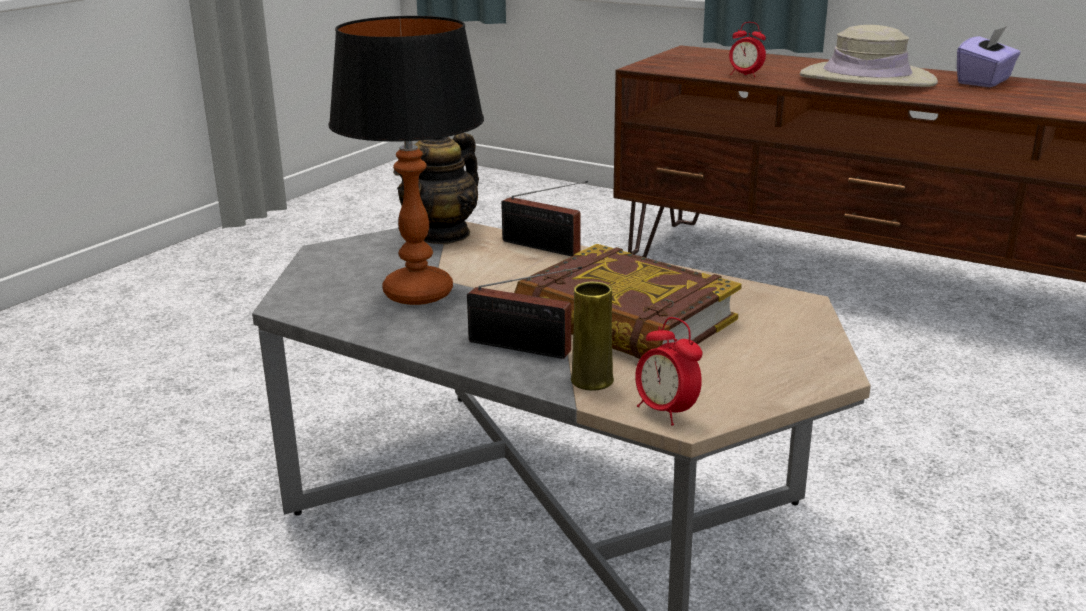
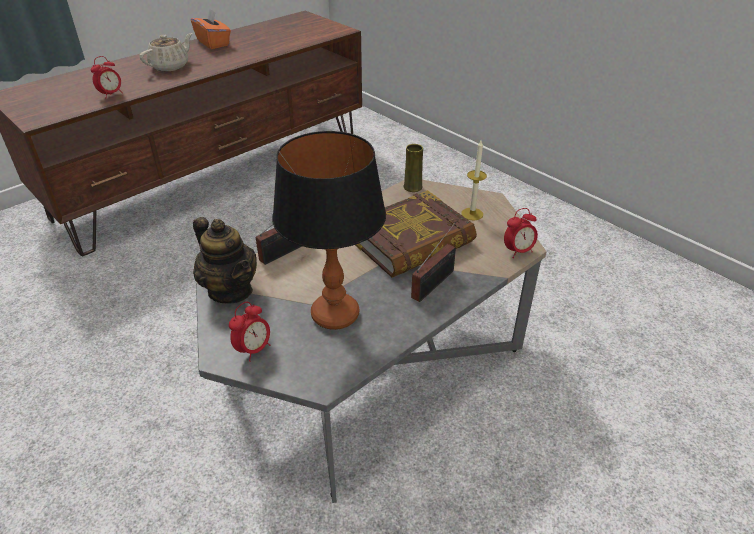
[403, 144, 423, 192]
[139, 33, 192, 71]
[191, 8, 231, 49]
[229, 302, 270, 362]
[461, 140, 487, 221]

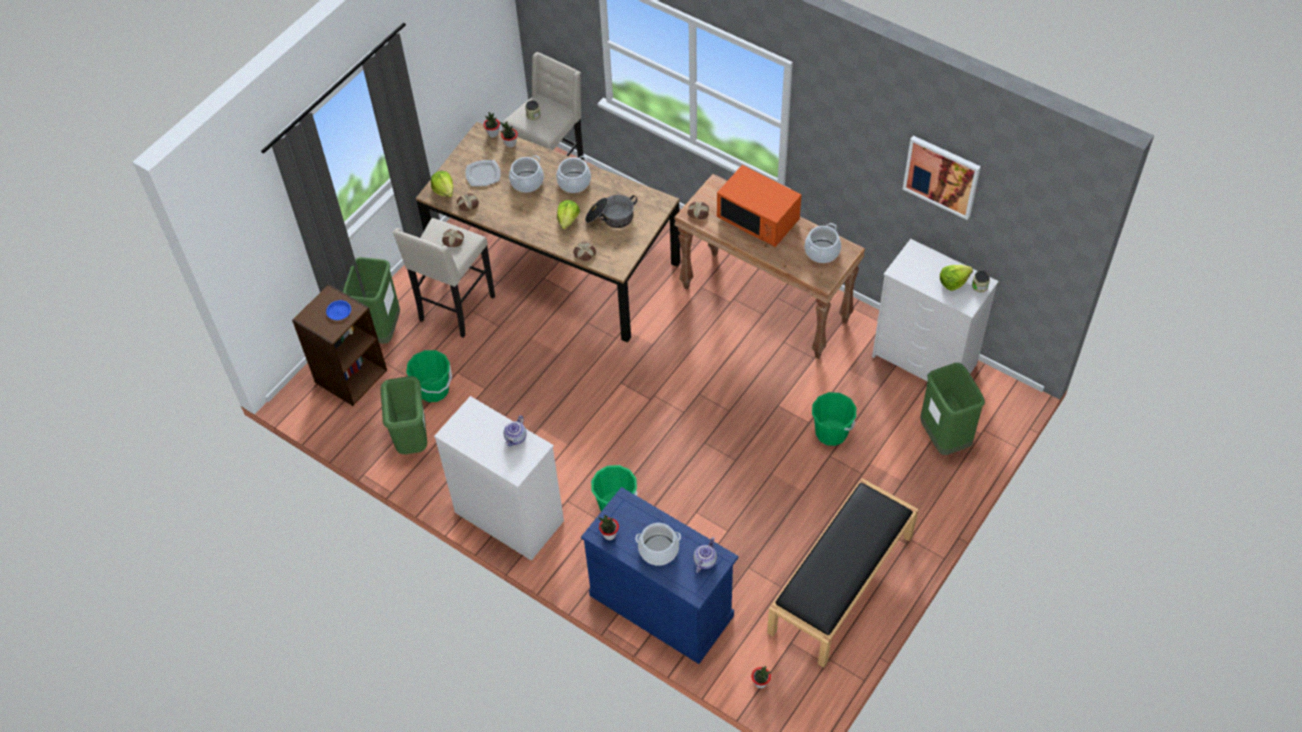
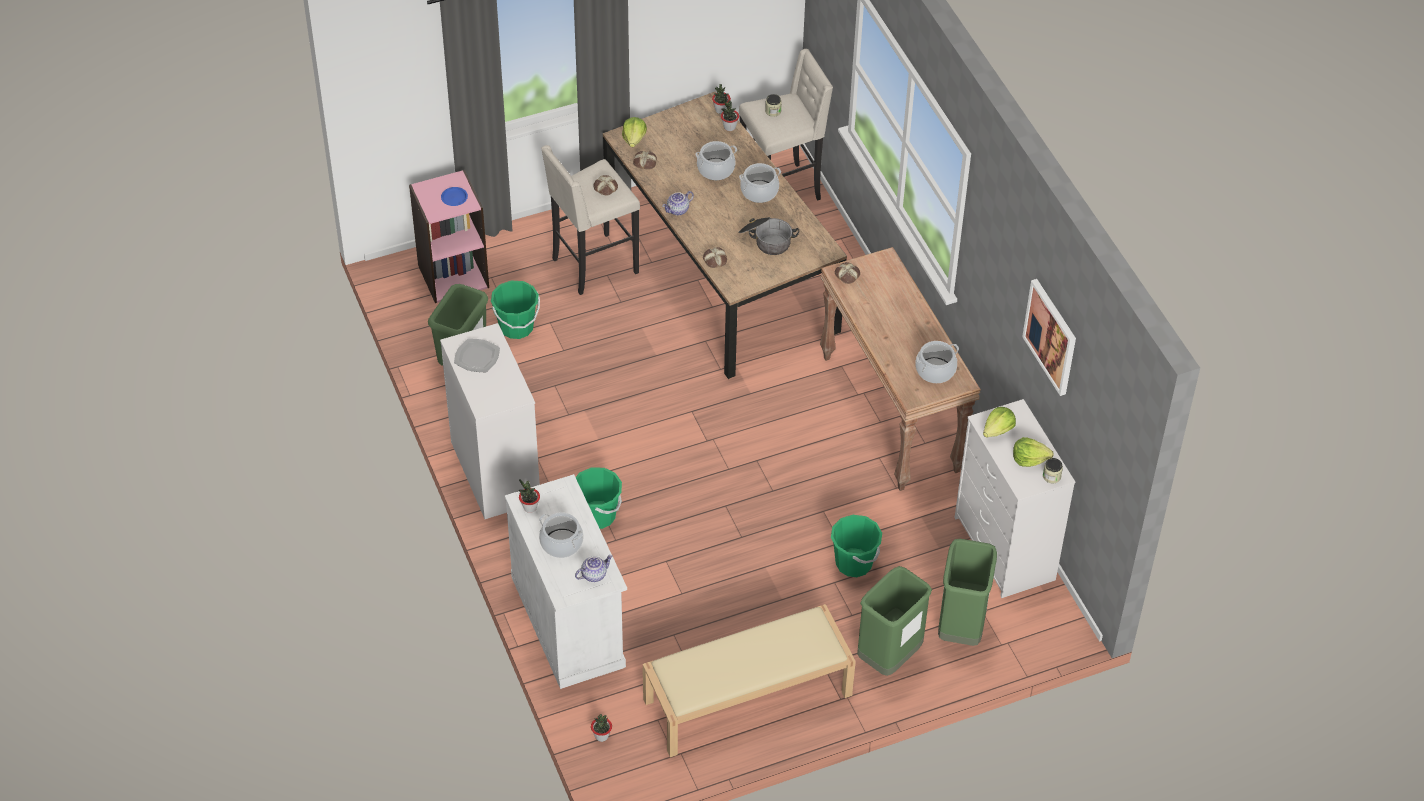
[409, 170, 489, 303]
[857, 566, 932, 676]
[454, 338, 500, 372]
[662, 191, 694, 215]
[983, 407, 1016, 438]
[505, 474, 627, 689]
[717, 165, 801, 247] (first image)
[643, 604, 856, 757]

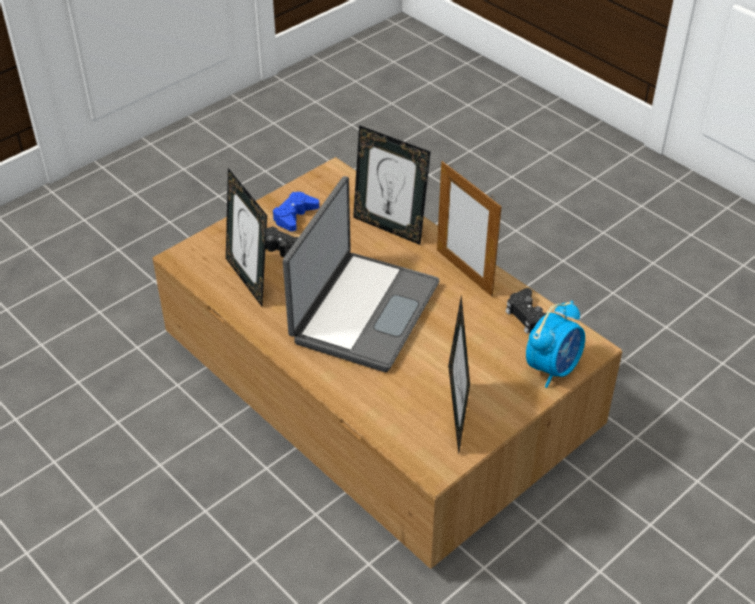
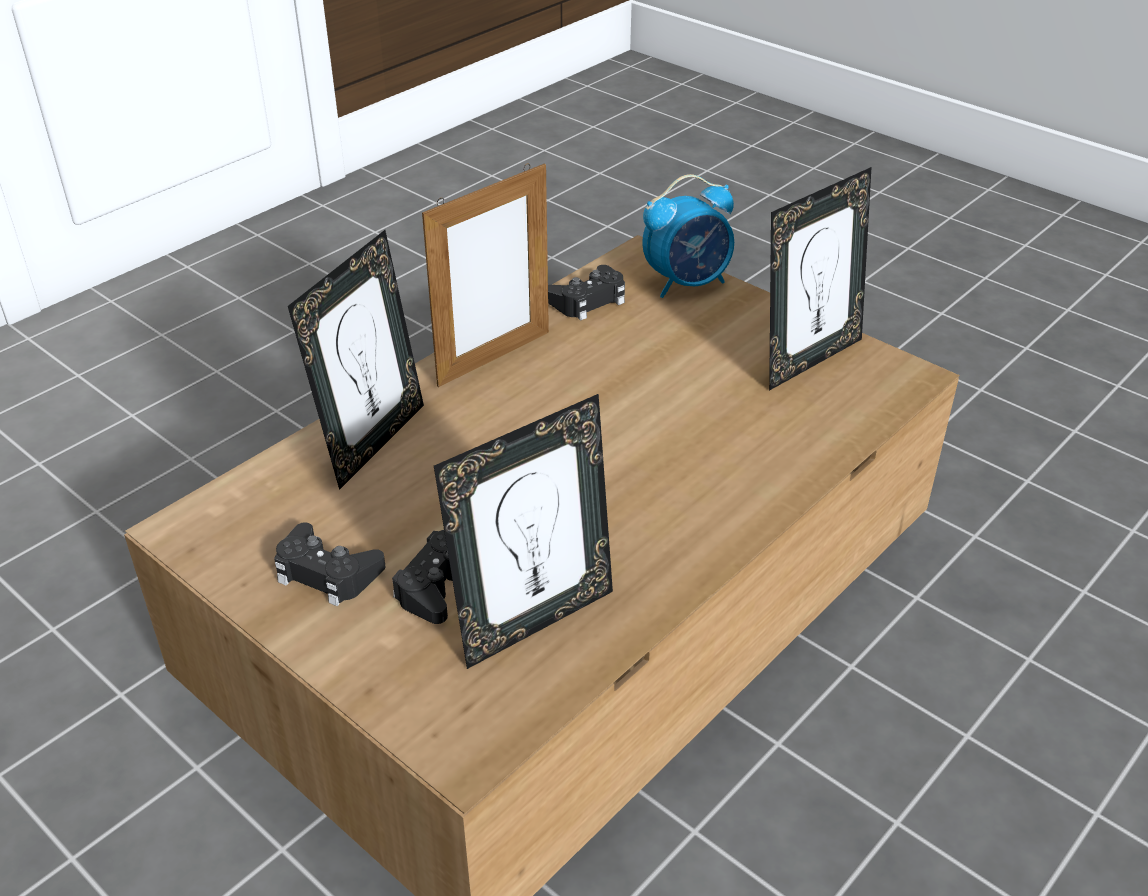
[274, 522, 385, 606]
[283, 176, 439, 372] (first image)
[769, 167, 872, 391]
[642, 174, 734, 298]

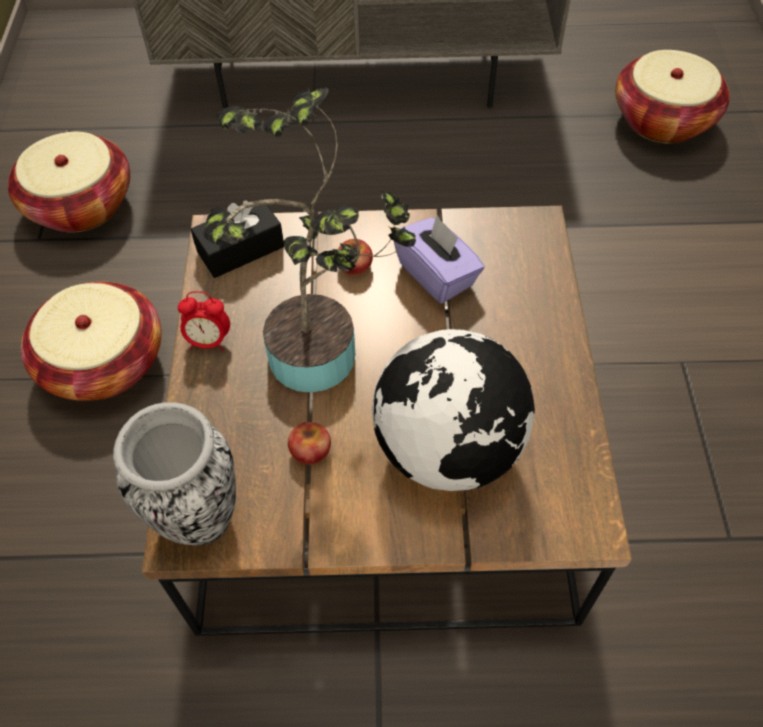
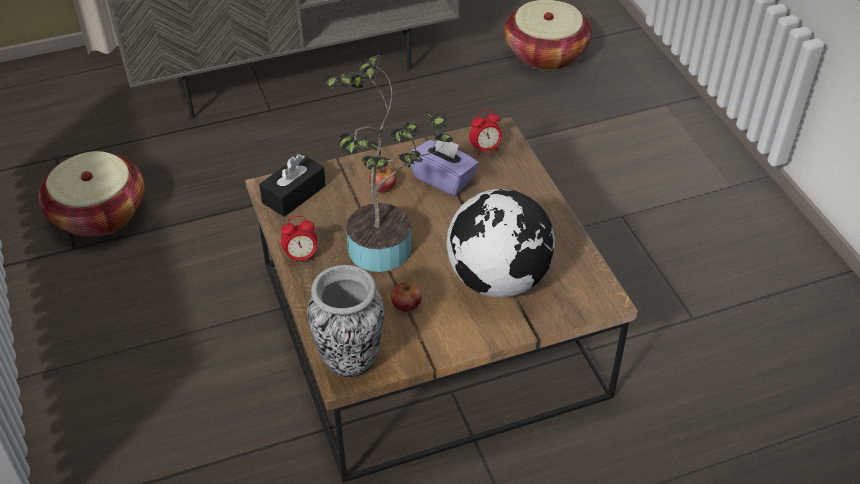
[21, 282, 162, 401] (first image)
[469, 109, 502, 156]

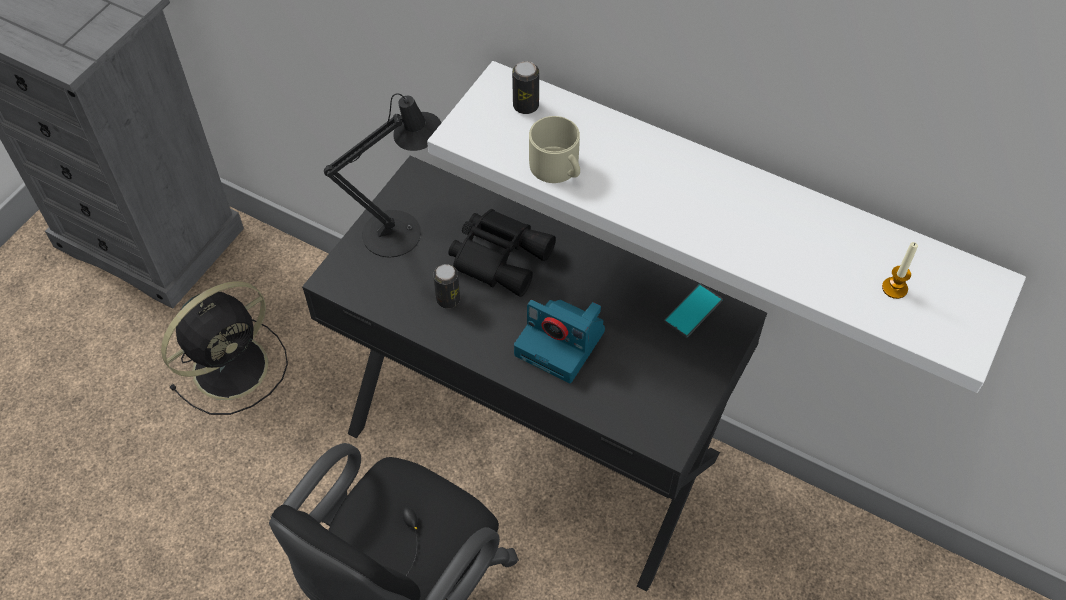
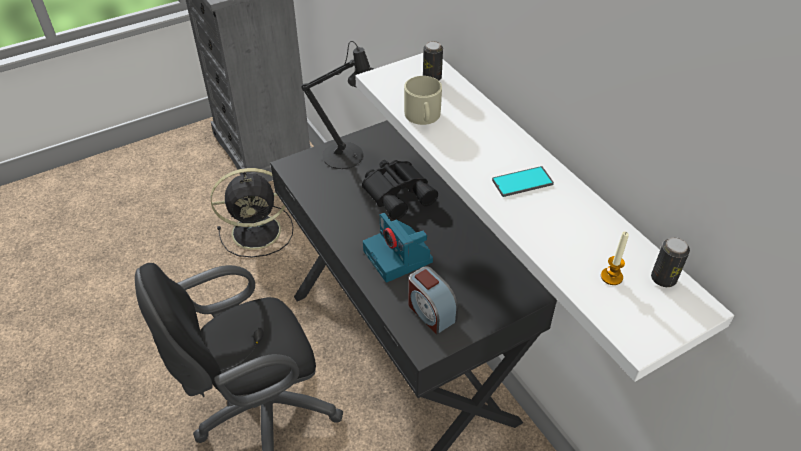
[651, 237, 690, 287]
[492, 166, 554, 197]
[409, 266, 458, 334]

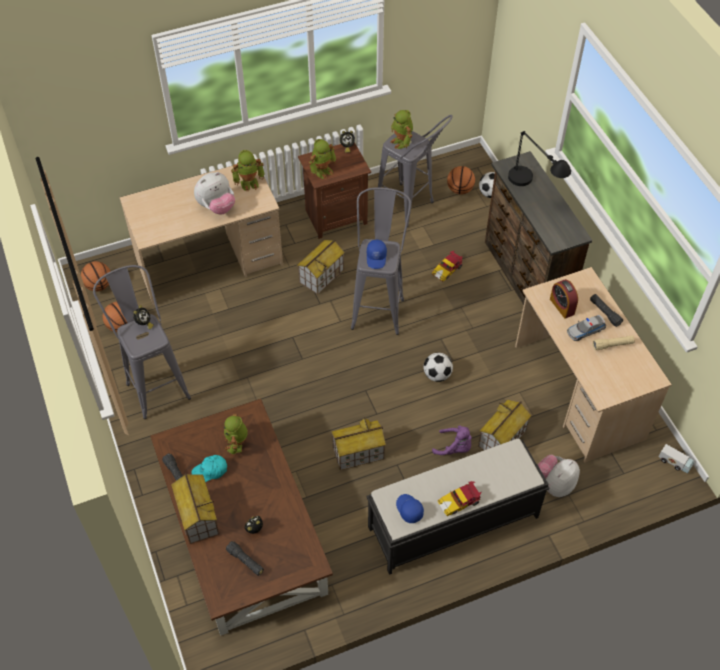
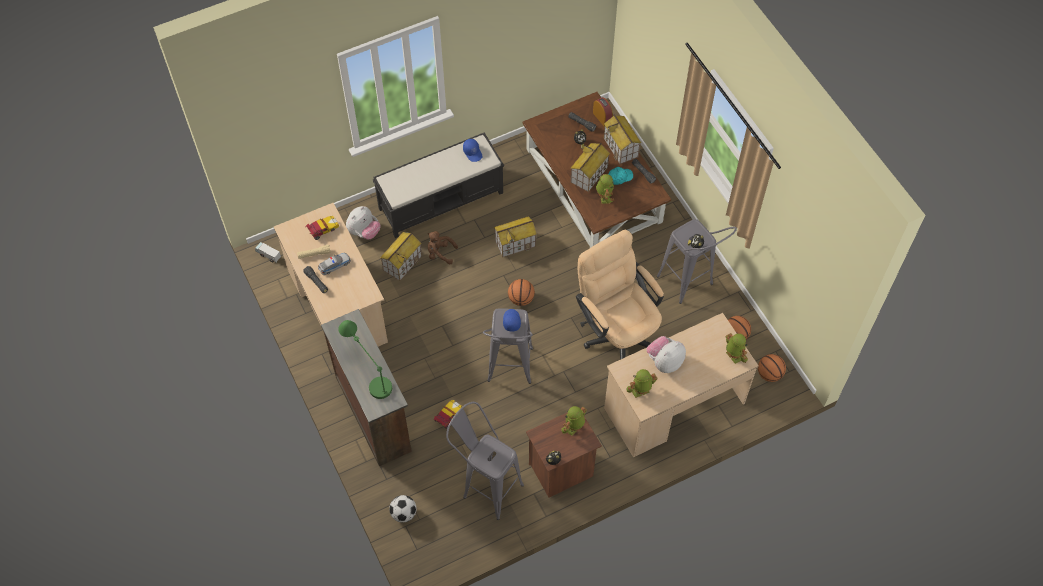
[570, 143, 610, 192]
[725, 333, 748, 364]
[424, 353, 453, 382] (first image)
[428, 231, 458, 265]
[306, 216, 339, 240]
[508, 279, 535, 306]
[338, 320, 392, 399]
[593, 97, 613, 127]
[576, 230, 664, 360]

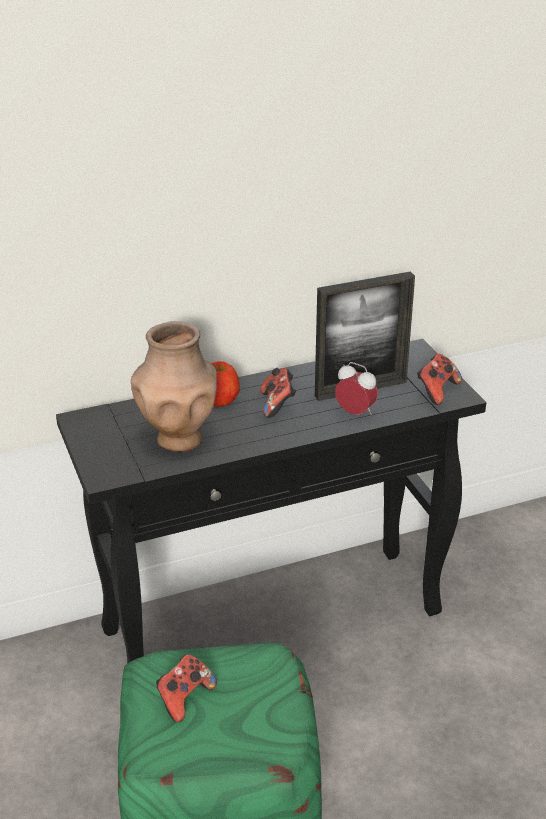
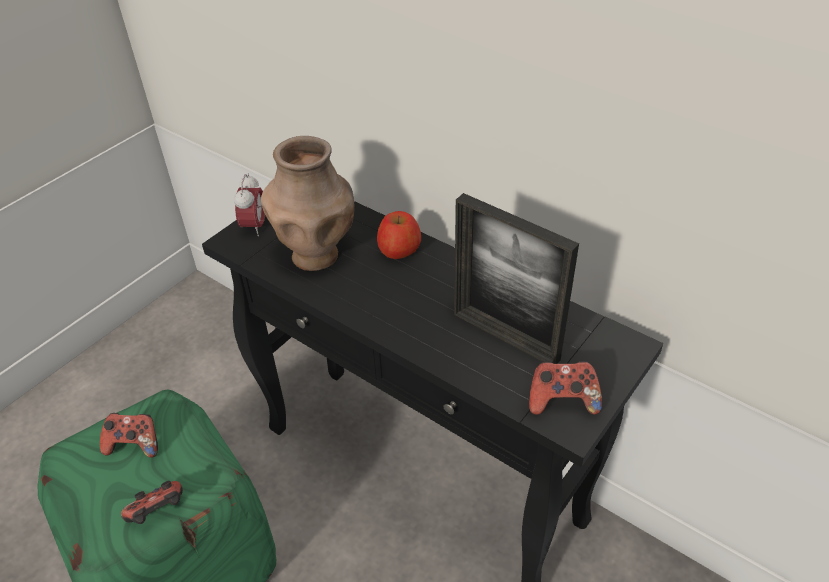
[121, 481, 183, 524]
[234, 174, 265, 236]

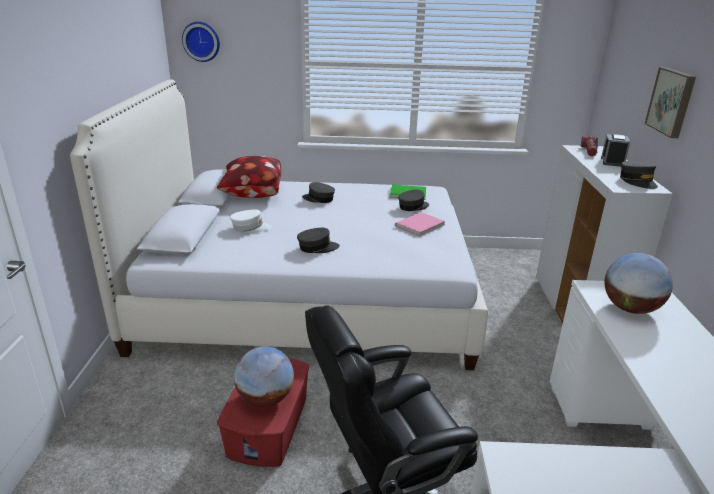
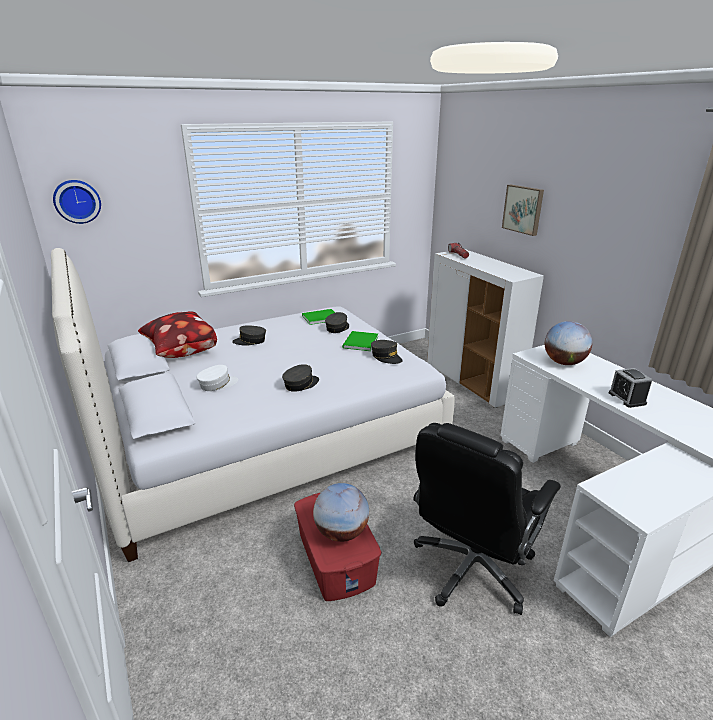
[342, 331, 378, 351]
[609, 368, 653, 408]
[371, 340, 403, 364]

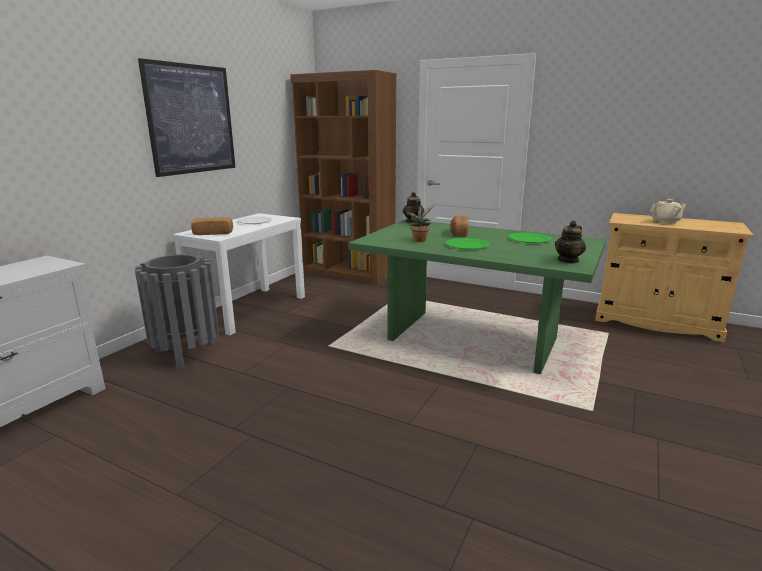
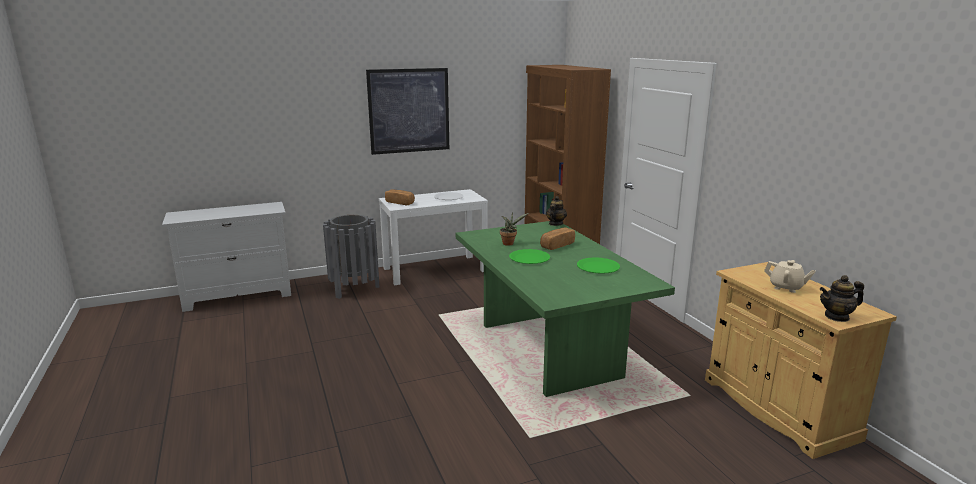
[820, 275, 864, 322]

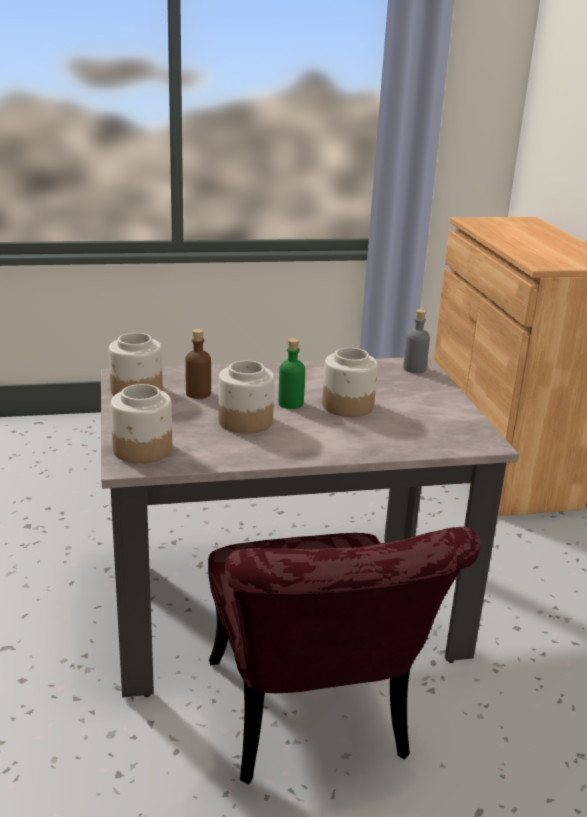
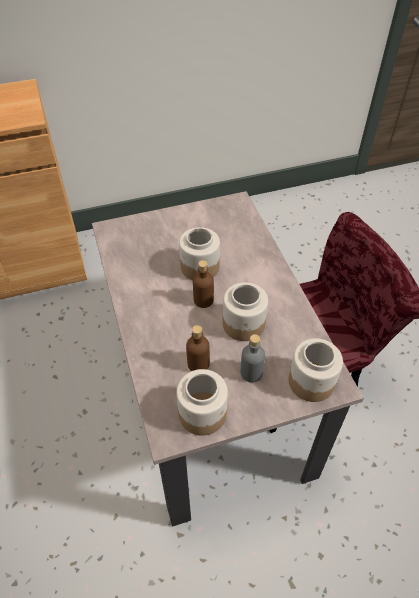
[193, 260, 214, 308]
[241, 334, 265, 383]

